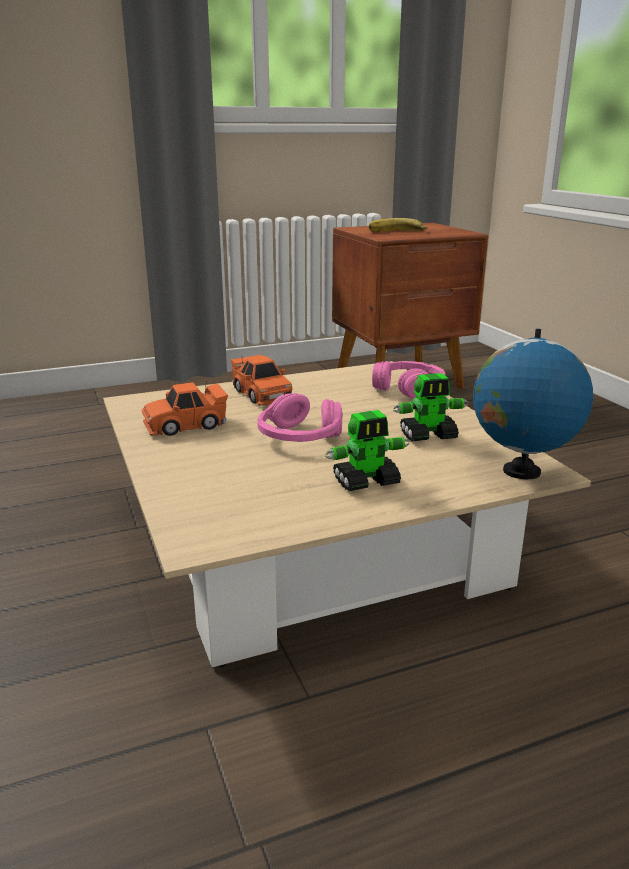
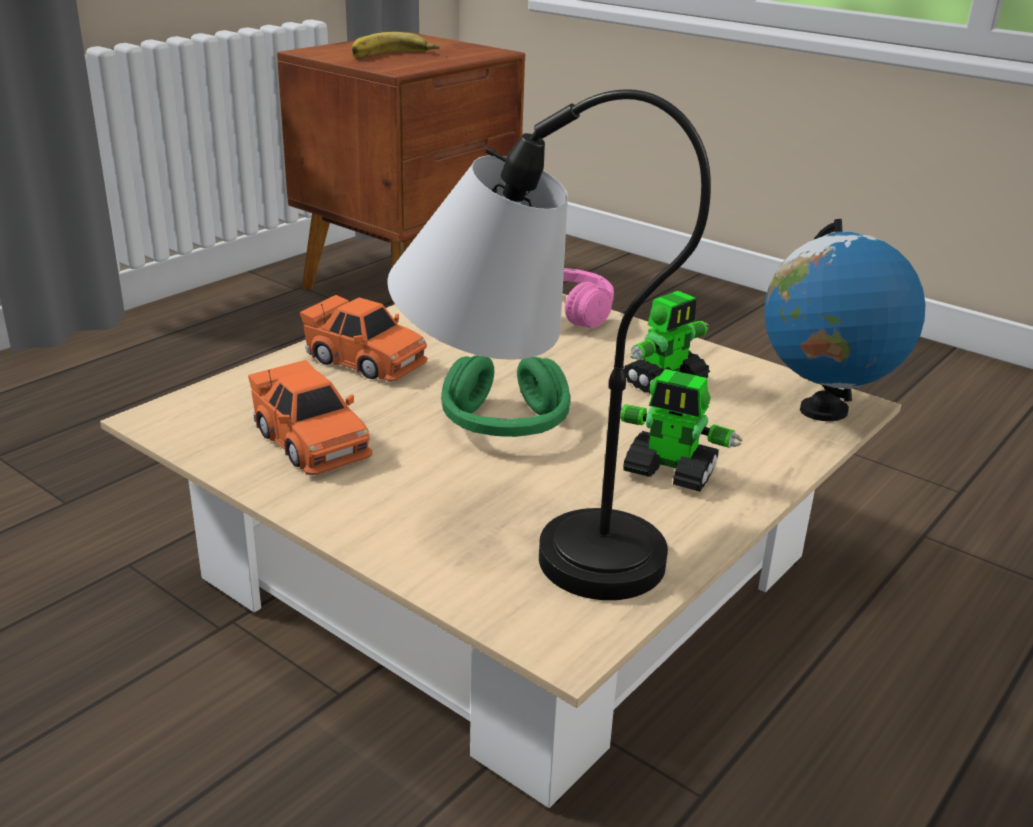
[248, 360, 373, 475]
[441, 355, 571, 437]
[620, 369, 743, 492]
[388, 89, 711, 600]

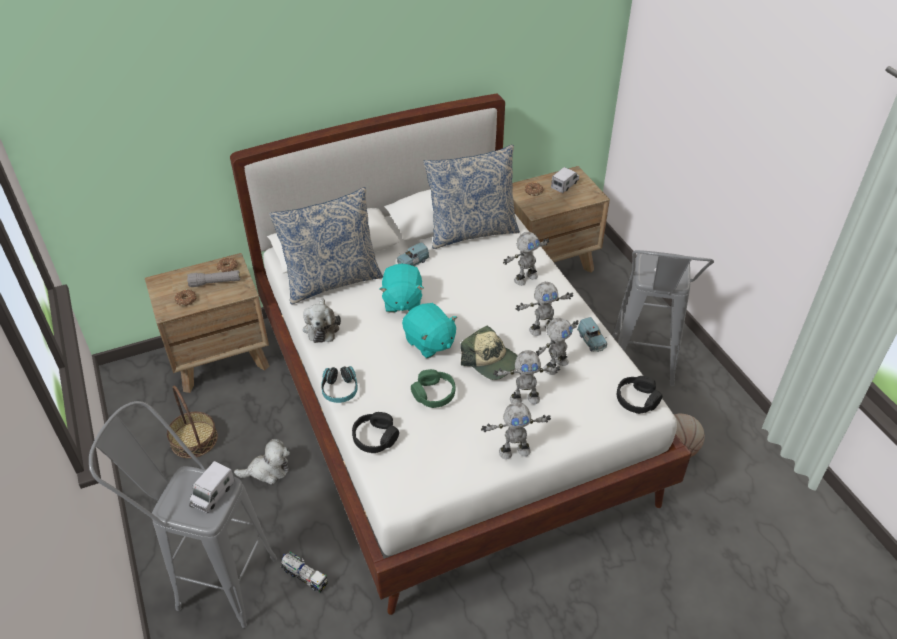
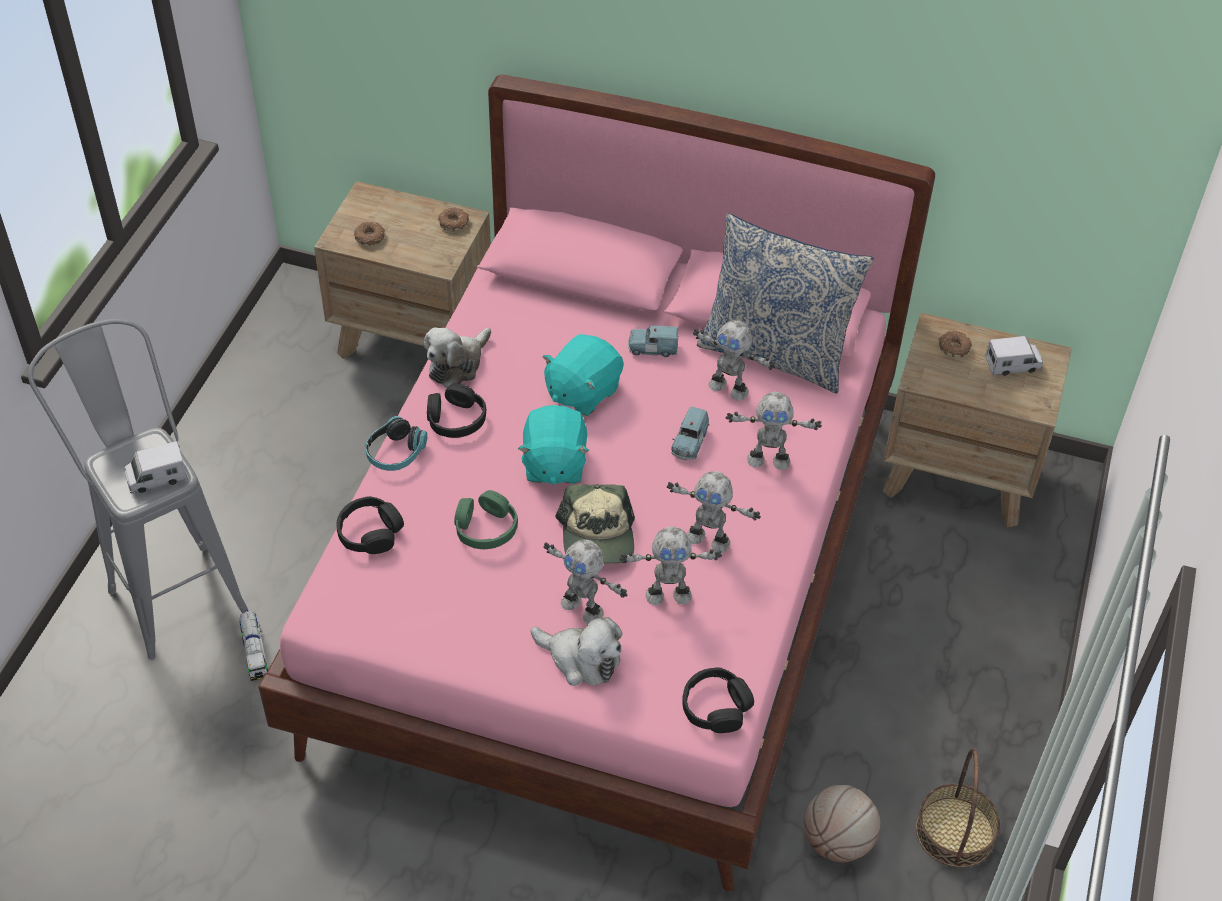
[916, 748, 1000, 868]
[187, 270, 240, 287] (first image)
[258, 75, 935, 892]
[530, 617, 623, 686]
[269, 187, 383, 305] (first image)
[693, 320, 776, 401]
[671, 407, 710, 461]
[612, 250, 714, 386] (first image)
[427, 383, 486, 438]

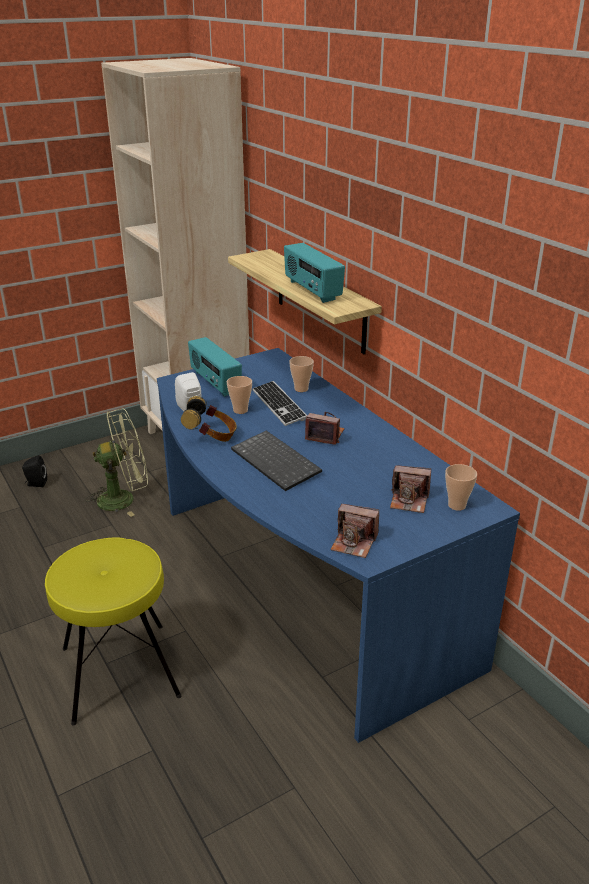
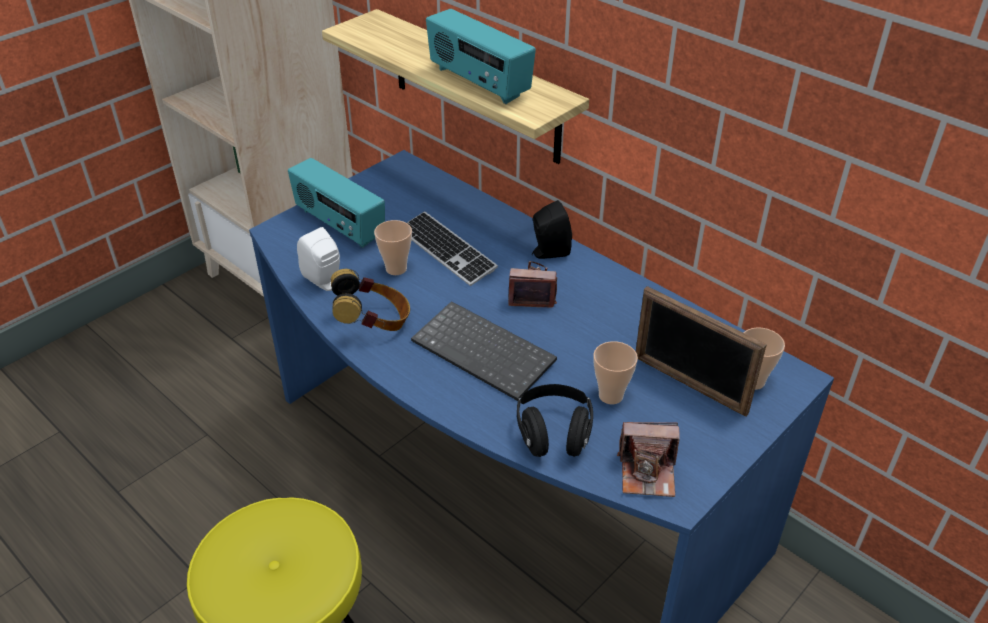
[532, 200, 572, 259]
[85, 409, 148, 517] (first image)
[593, 341, 638, 404]
[636, 286, 767, 417]
[517, 384, 593, 457]

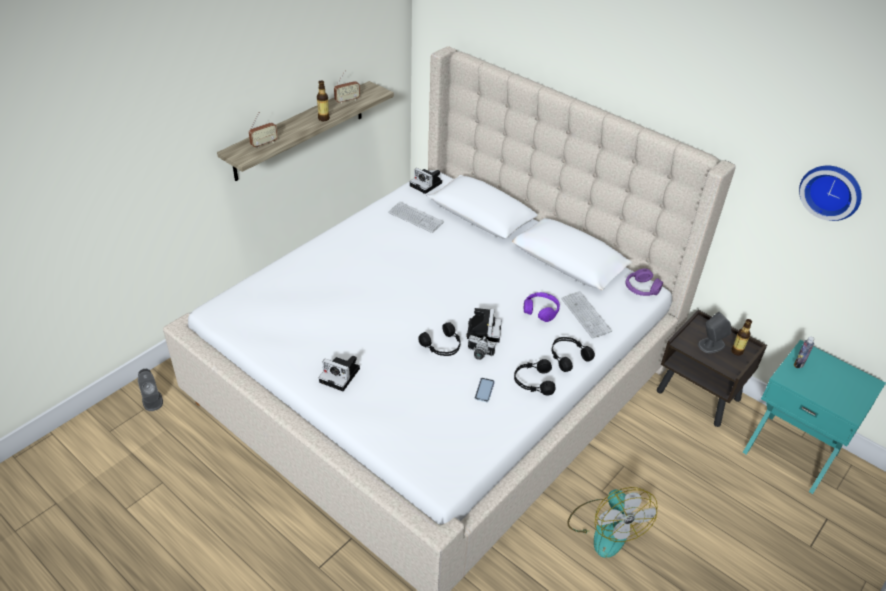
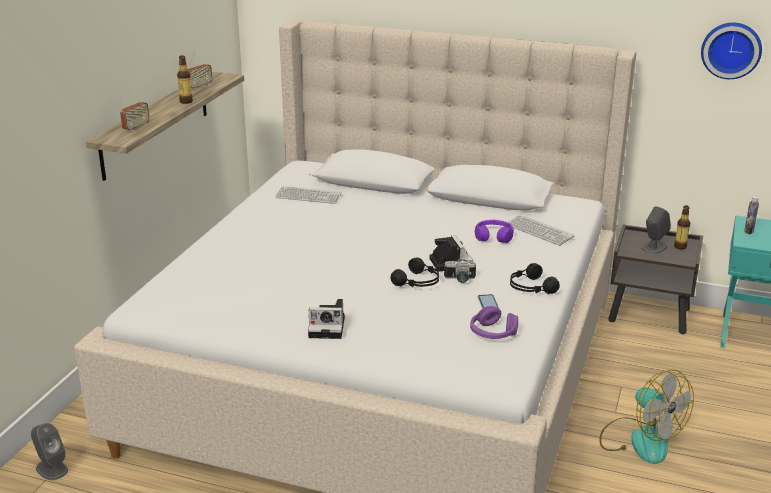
[410, 168, 442, 194] (first image)
[552, 337, 595, 372] (first image)
[470, 306, 518, 339]

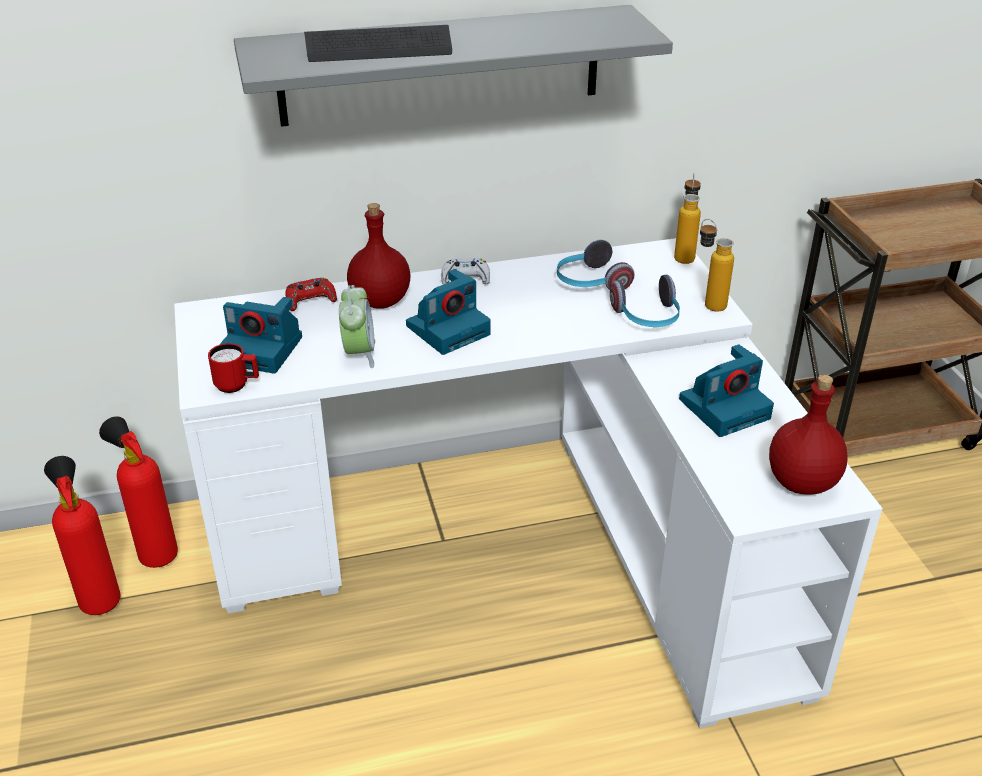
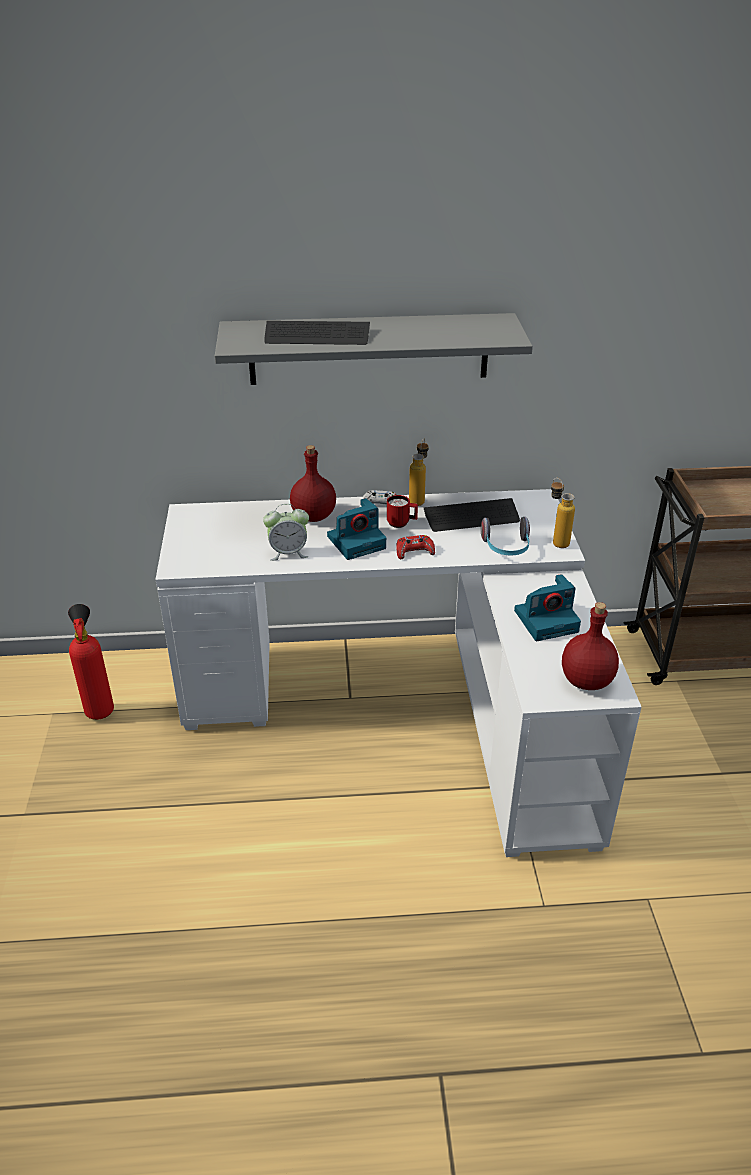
[99, 416, 178, 568] (first image)
[387, 495, 418, 528]
[220, 297, 302, 374] (first image)
[396, 535, 435, 559]
[263, 504, 309, 561]
[424, 498, 520, 532]
[409, 438, 429, 506]

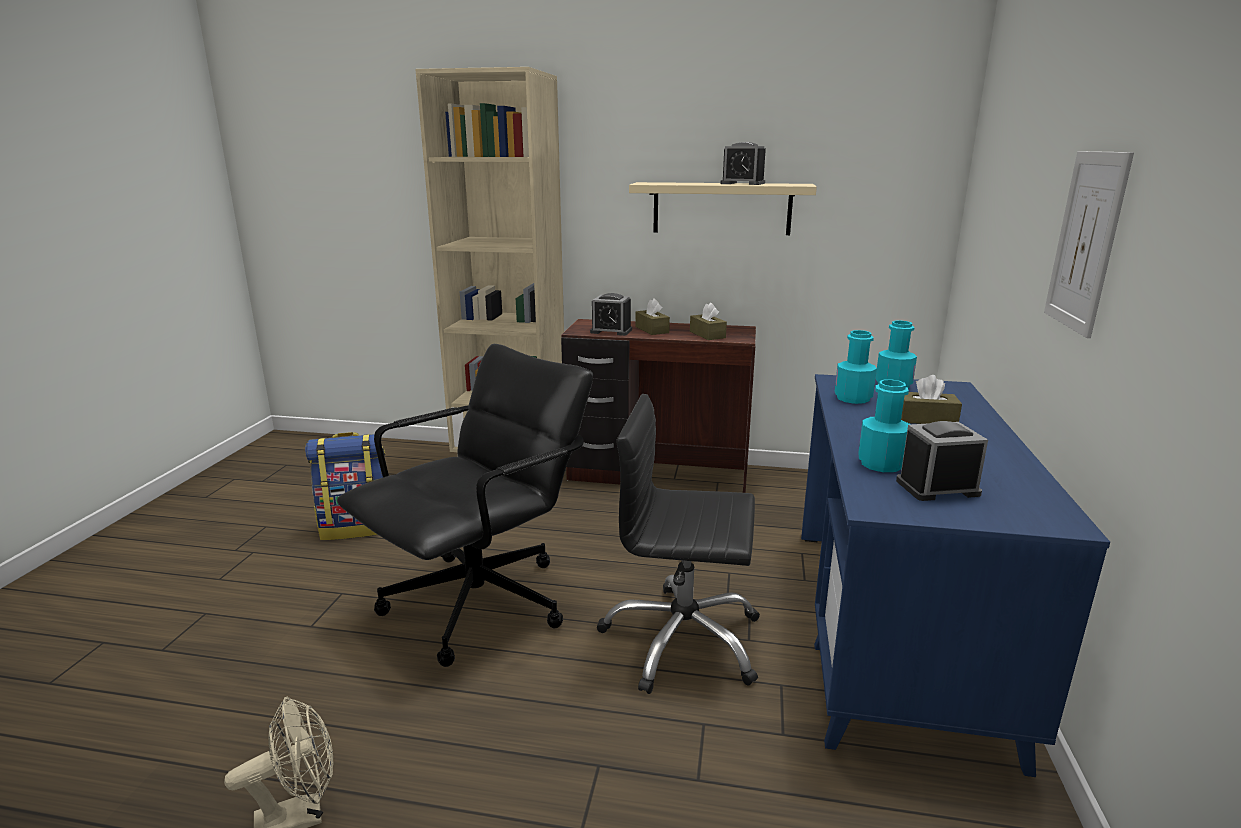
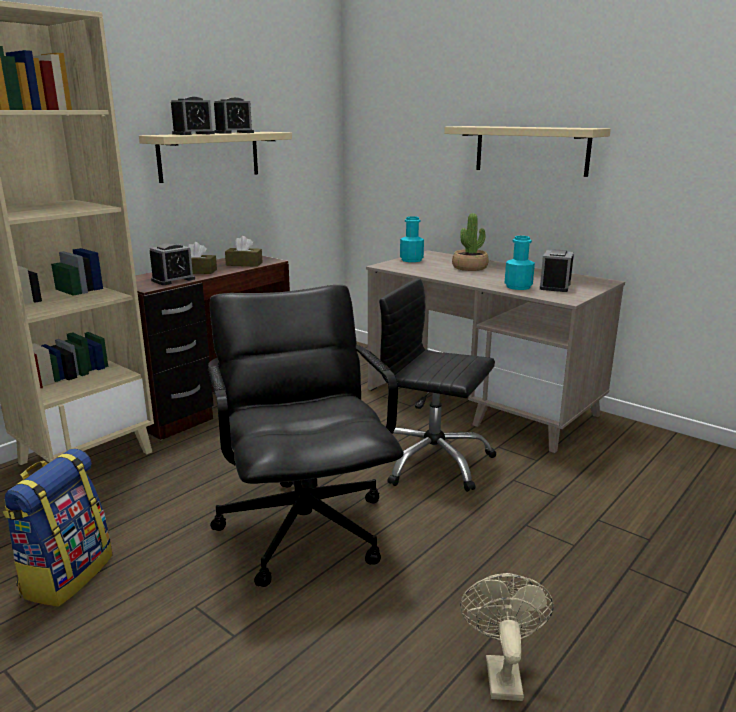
[379, 278, 496, 492]
[366, 250, 625, 453]
[835, 330, 877, 404] (first image)
[452, 213, 489, 271]
[444, 126, 611, 177]
[171, 96, 215, 135]

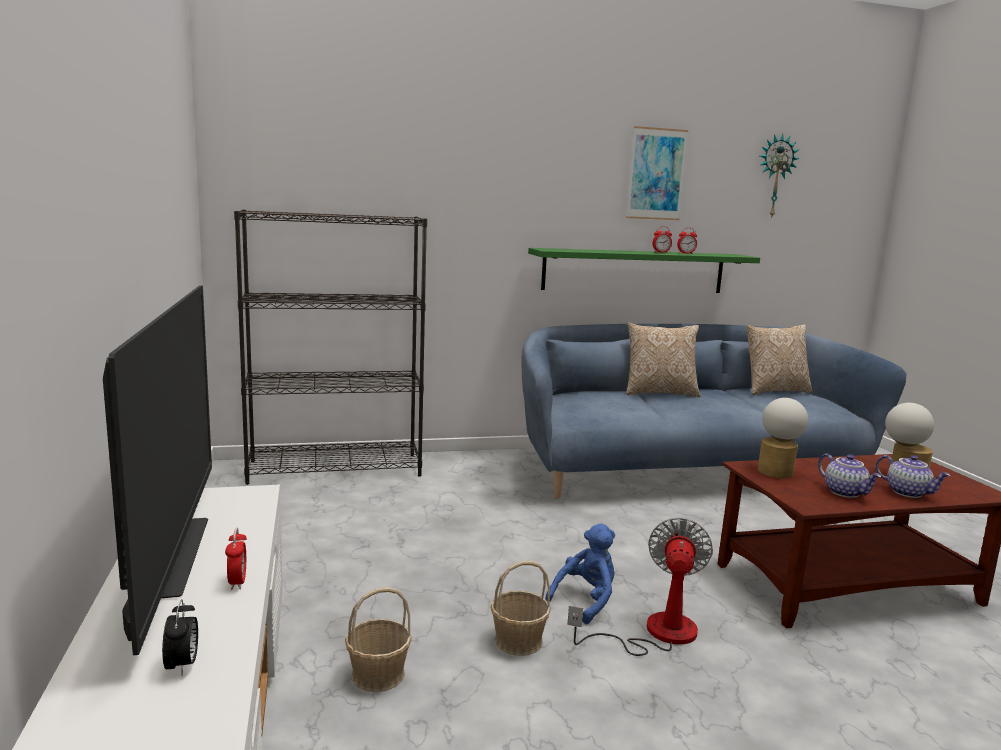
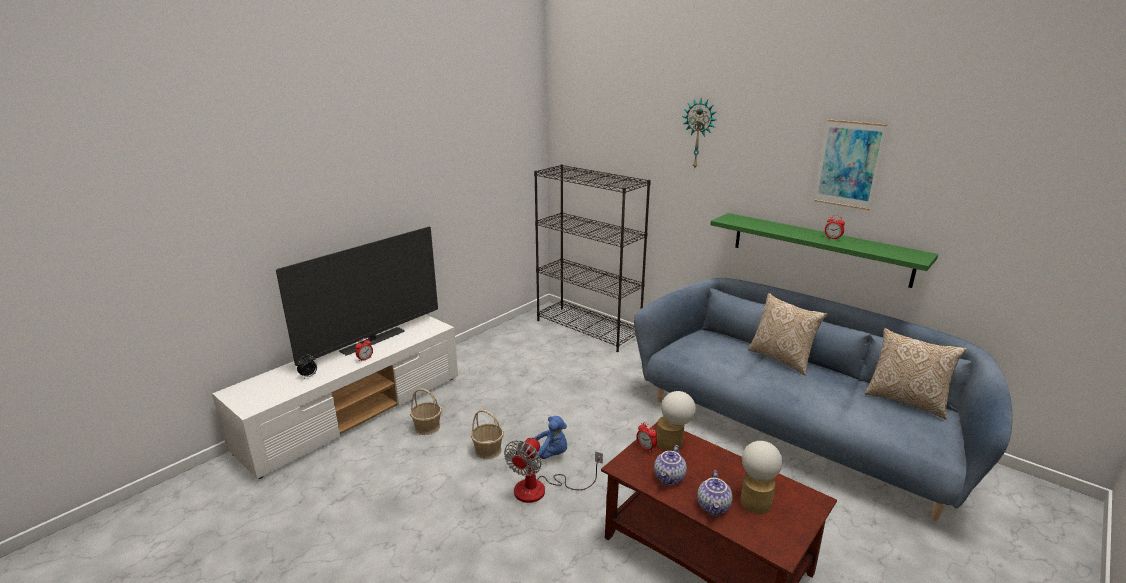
[504, 437, 603, 503]
[637, 422, 657, 452]
[682, 98, 717, 168]

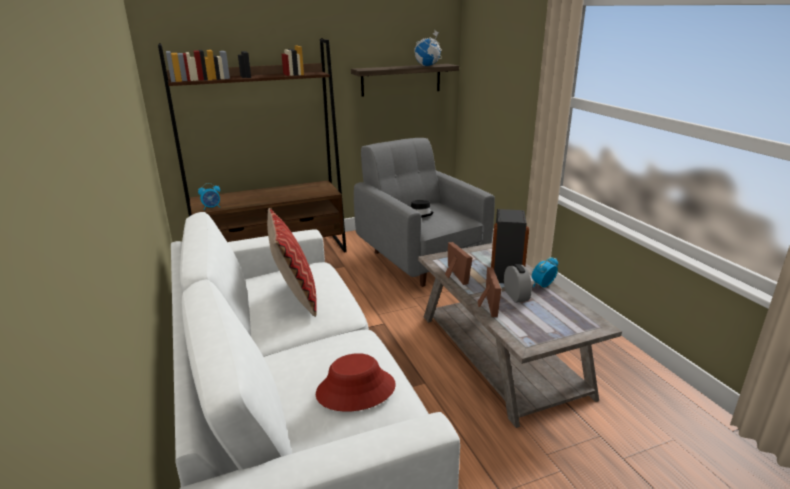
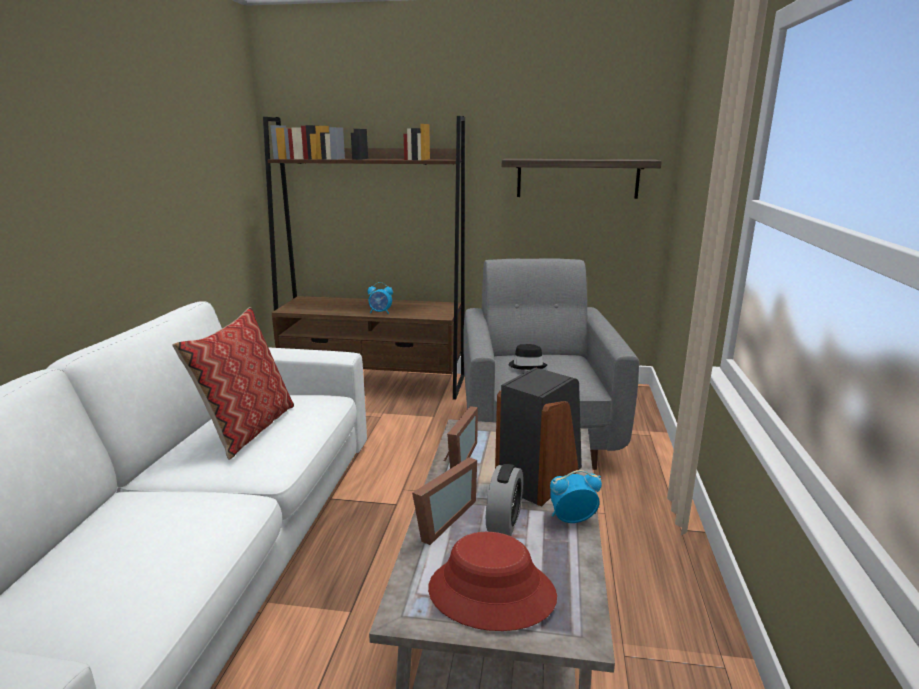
[368, 282, 393, 314]
[428, 532, 557, 631]
[414, 30, 442, 66] (first image)

